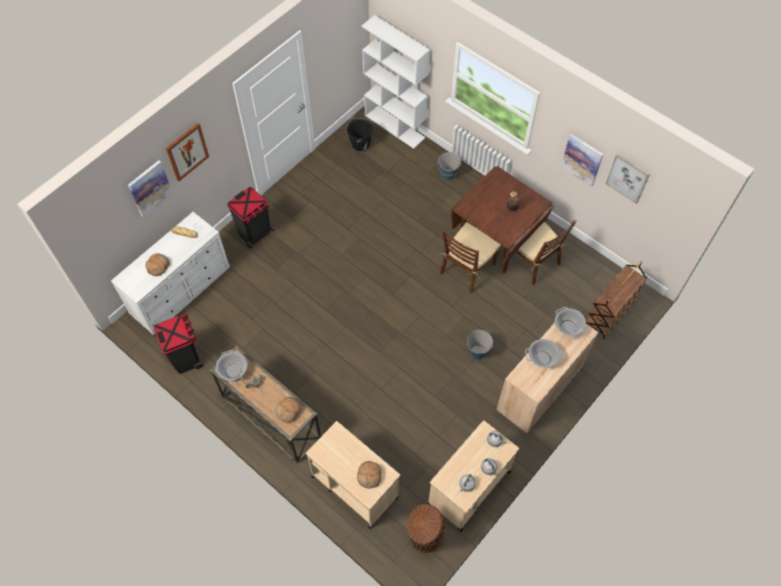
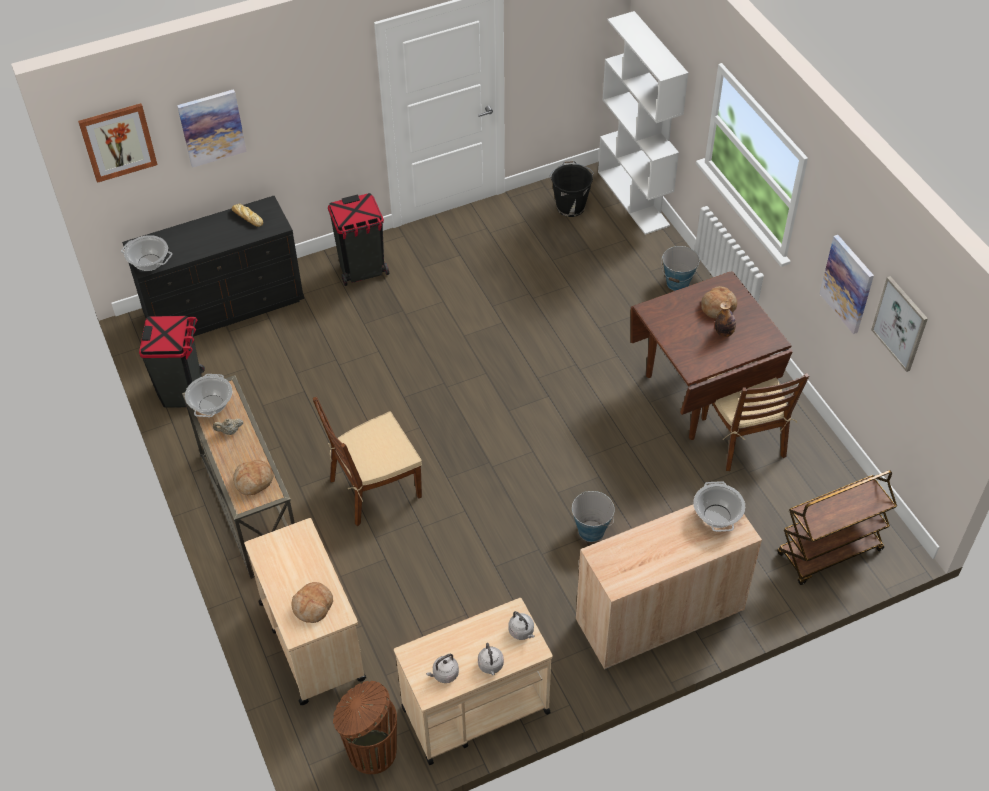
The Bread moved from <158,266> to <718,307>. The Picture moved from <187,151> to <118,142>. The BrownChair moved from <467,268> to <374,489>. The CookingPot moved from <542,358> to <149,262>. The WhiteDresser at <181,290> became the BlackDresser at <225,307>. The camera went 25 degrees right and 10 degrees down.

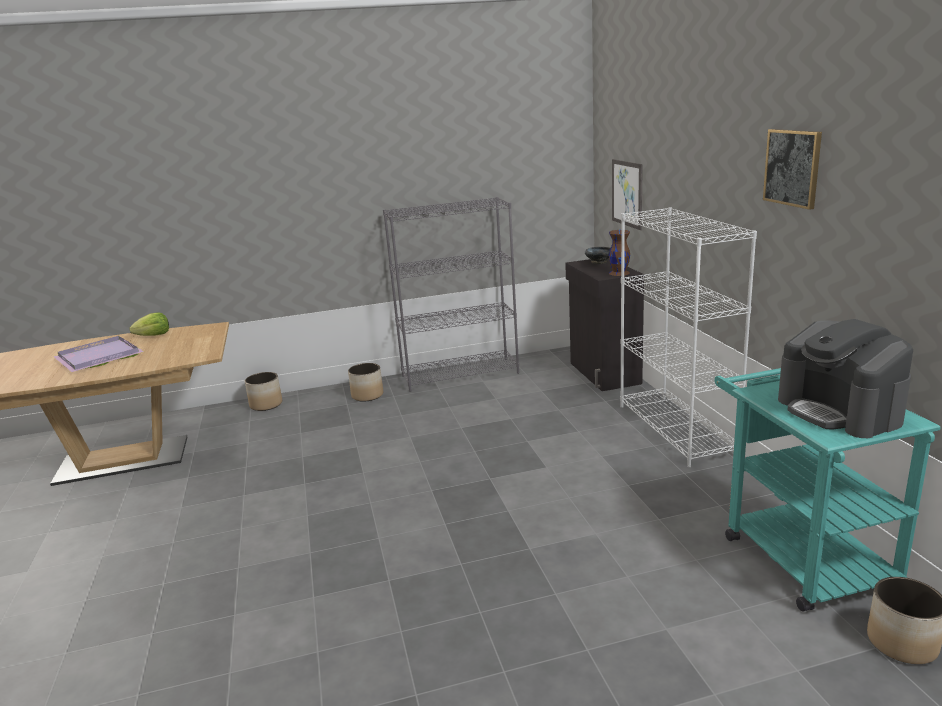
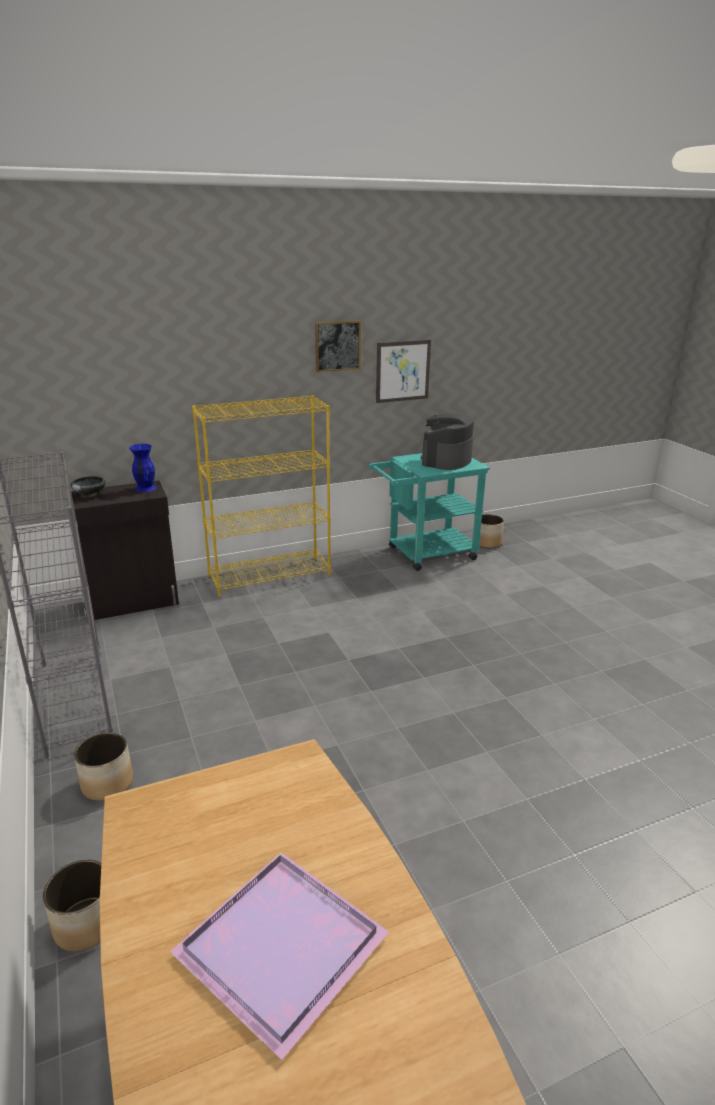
The Lettuce at <154,335> disappeared. The Picture moved from <627,193> to <403,371>. The BrownVase at <619,273> became the BlueVase at <145,488>. The WhiteBookcase at <676,430> became the YellowBookcase at <270,575>. The CoffeeMachine at <839,411> turned 150 degrees clockwise. The camera went 100 degrees left and 5 degrees up.

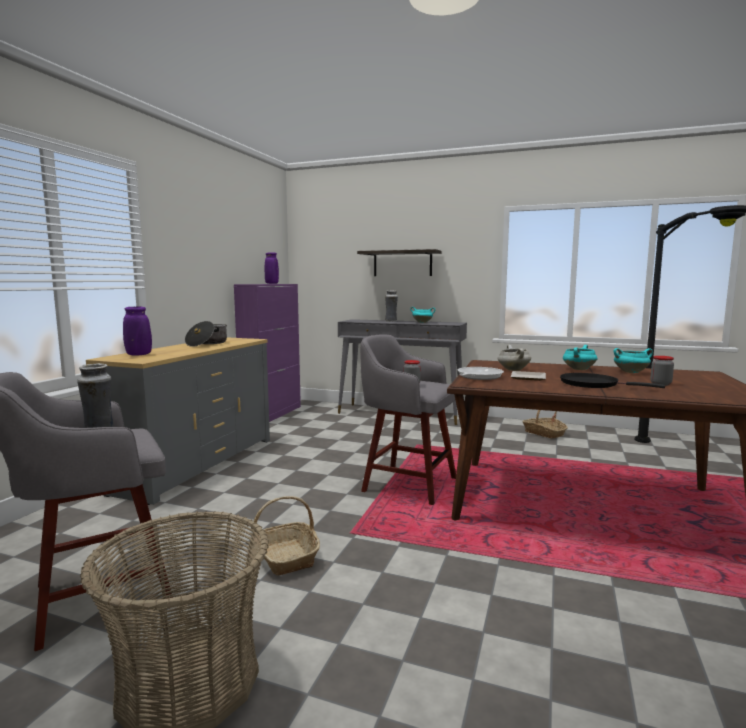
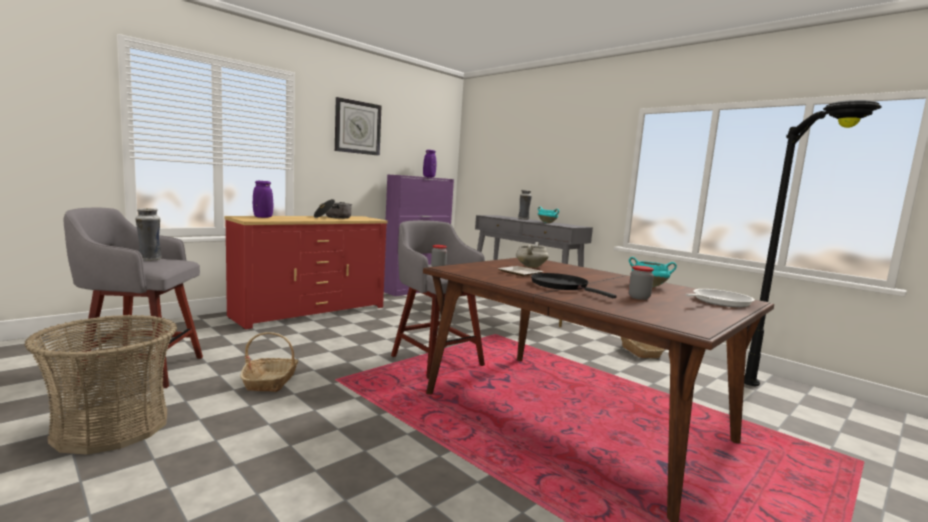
The Shelf at <402,263> disappeared. The TurquoiseCookingPot at <578,369> disappeared. The WallClock at <357,127> appeared. The FryingPan moved from <478,377> to <718,302>. The GreyDresser at <196,464> became the RedDresser at <310,312>. The camera went 25 degrees right and 0 degrees up.

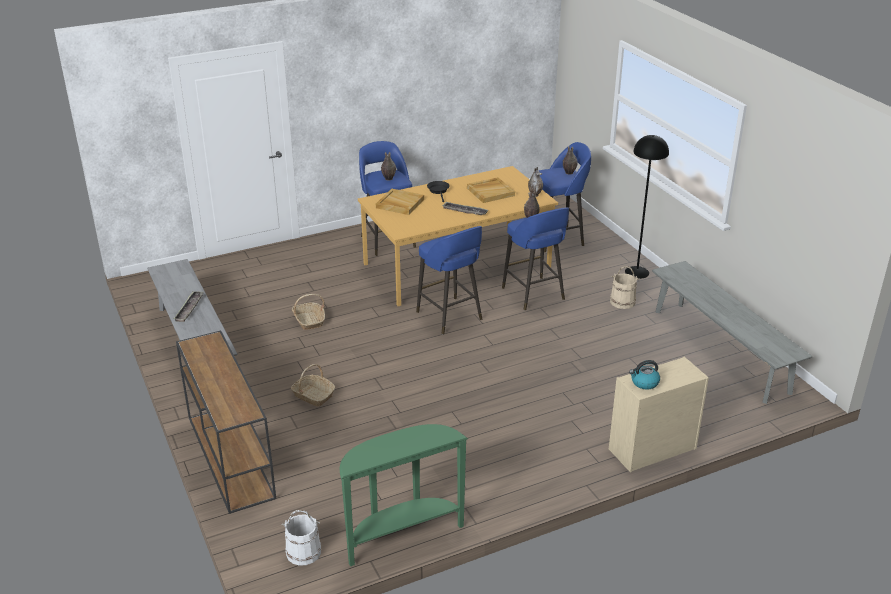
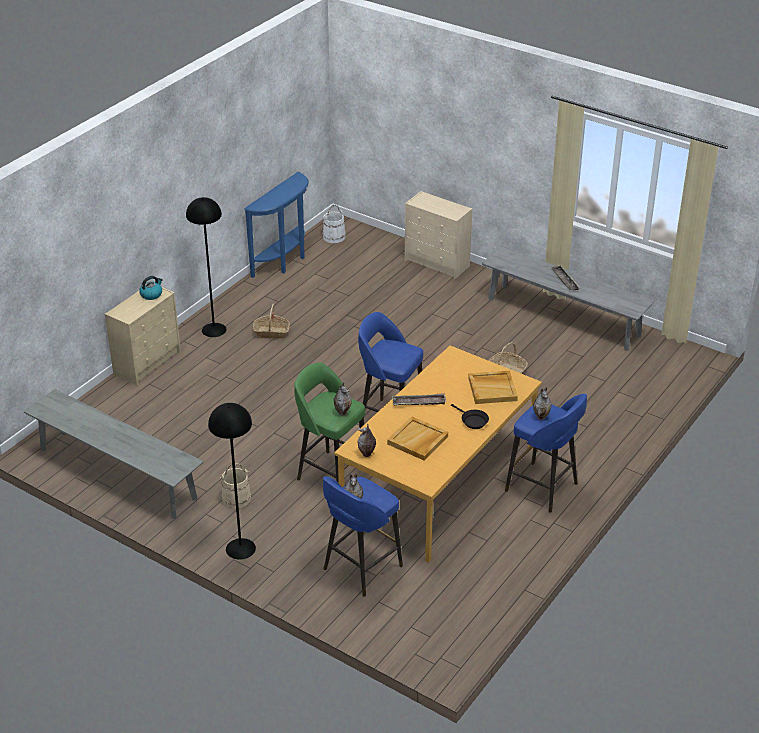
The BlackFloorLamp at <214,329> appeared. The Basket moved from <313,395> to <271,332>. The BrownConsoleTable at <229,456> was replaced by the BeigeDresser at <437,263>. The GreenConsoleTable at <401,535> became the BlueConsoleTable at <285,261>. The BlueStool at <534,294> became the GreenStool at <331,474>. The camera went 150 degrees right and 5 degrees up.

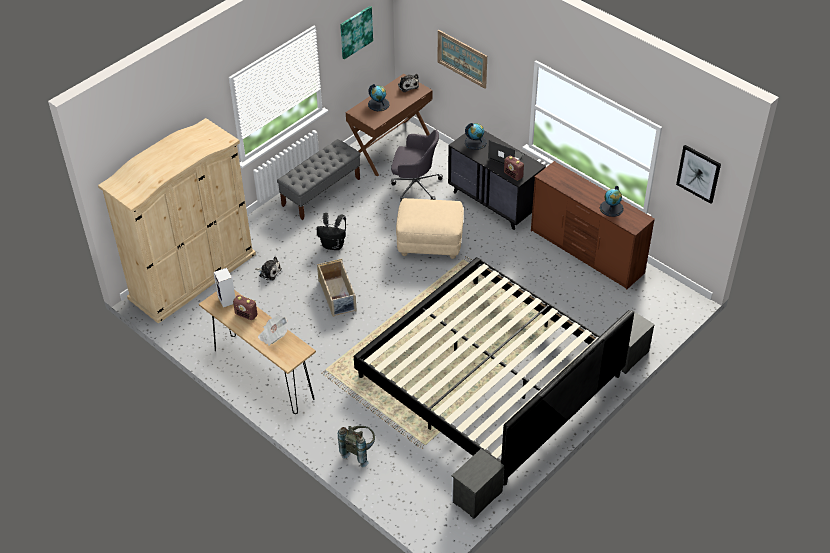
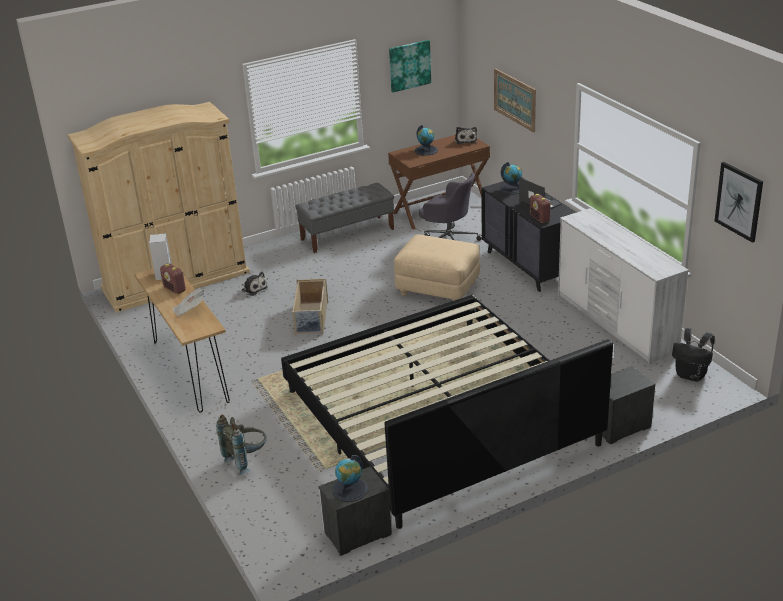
The BlackBackpack moved from <333,245> to <691,375>. The Globe moved from <611,208> to <350,489>. The BrownDresser at <586,252> became the WhiteDresser at <615,323>. The camera went 20 degrees right and 15 degrees down.

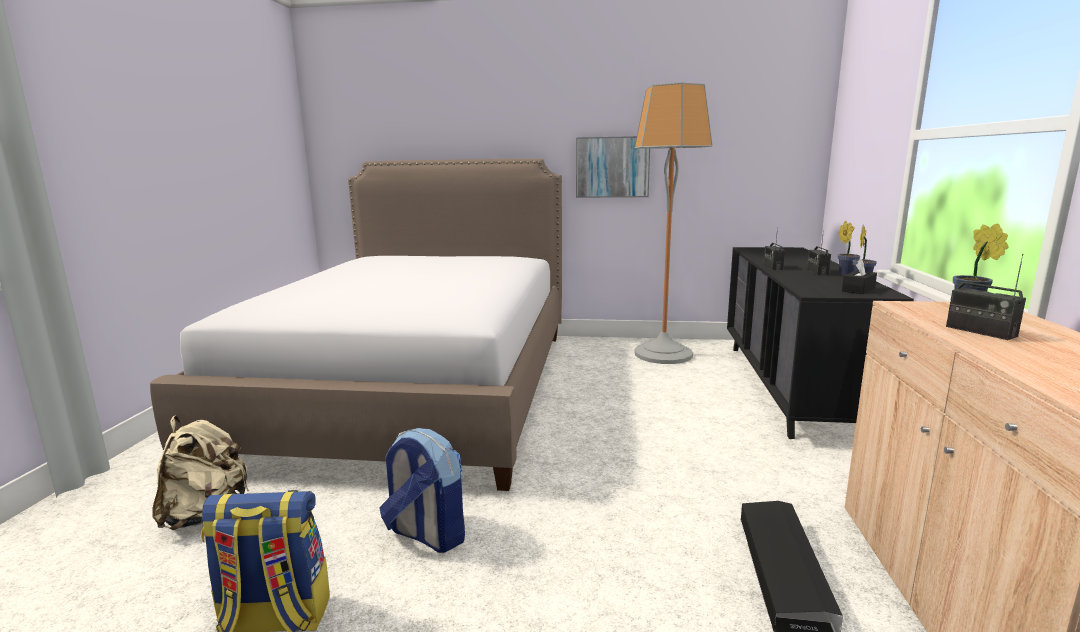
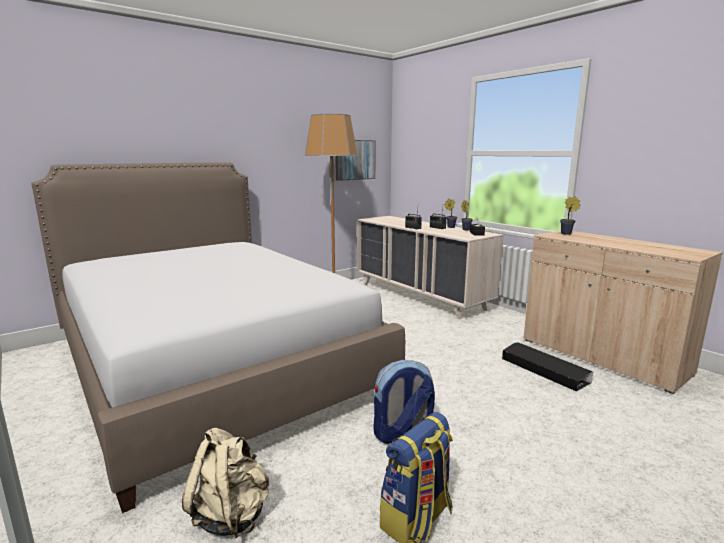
The Radio at <980,331> disappeared. The Picture moved from <612,167> to <355,160>. The BlackDresser at <789,387> became the BeigeDresser at <420,296>. The camera went 45 degrees left and 0 degrees up.

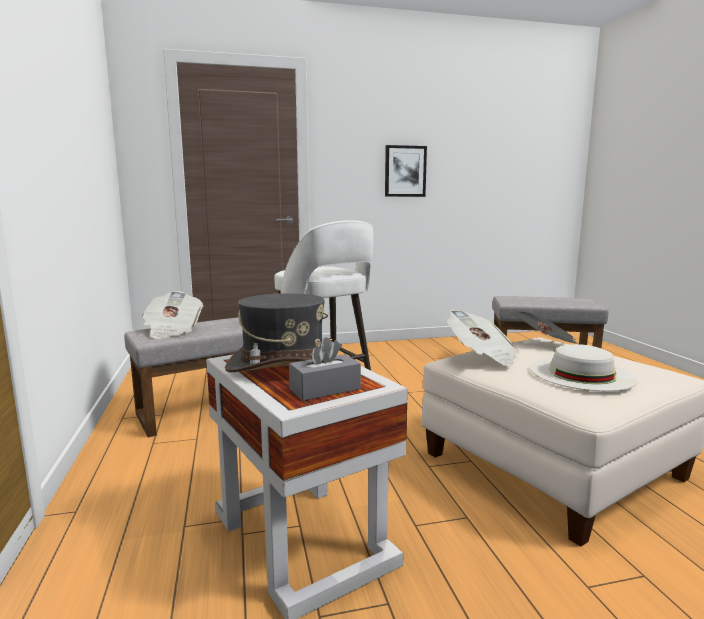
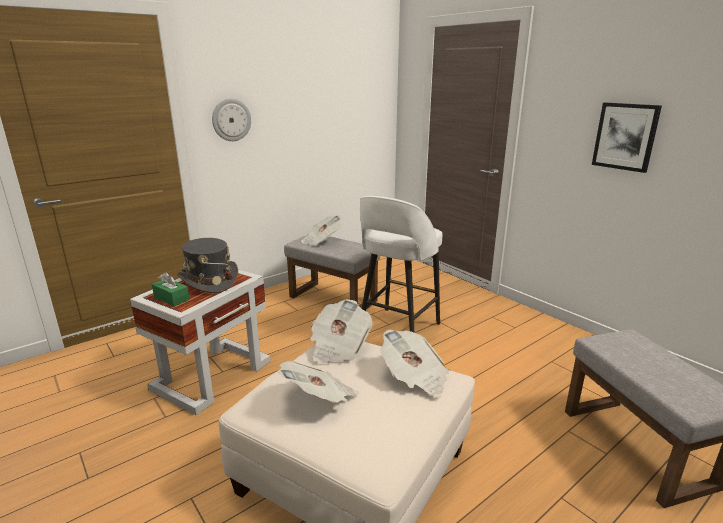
The WallClock at <231,120> appeared. The WhiteHat at <581,373> was replaced by the Newspaper at <320,398>. The GreyTissueBox at <325,389> became the GreenTissueBox at <171,298>. The camera went 65 degrees right and 10 degrees up.

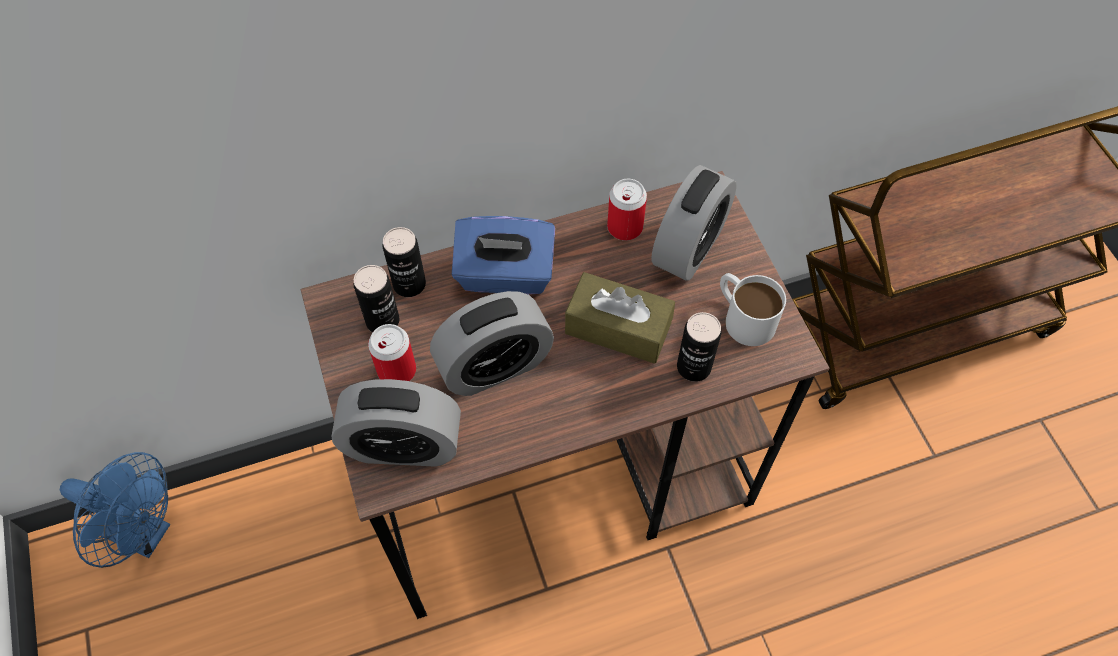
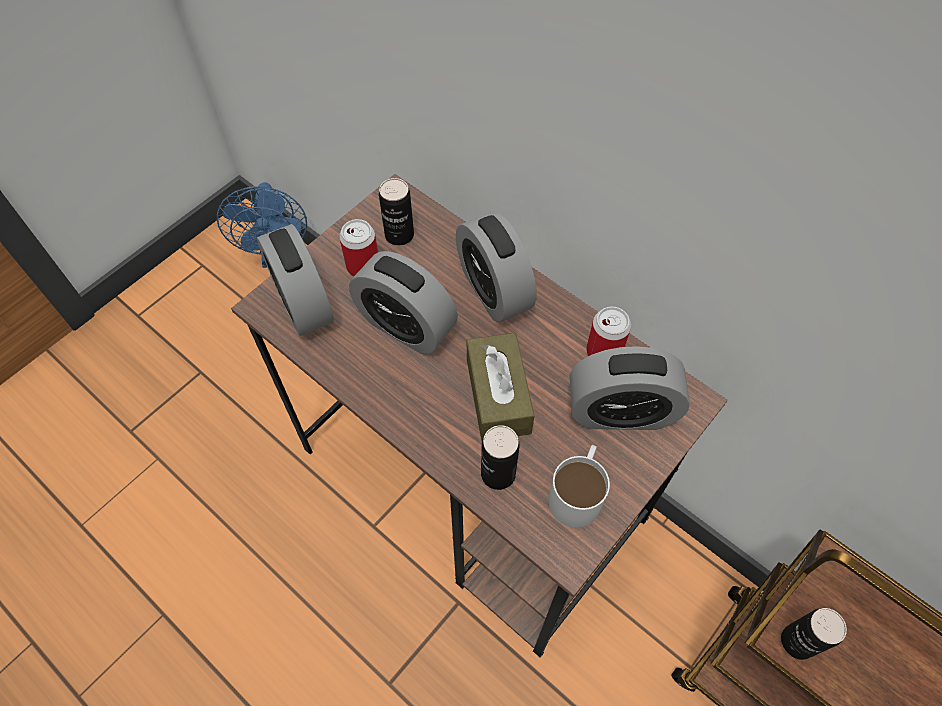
The Can moved from <409,284> to <797,641>. The BlueTissueBox at <505,275> was replaced by the AlarmClock at <494,290>. The camera went 60 degrees right and 0 degrees up.

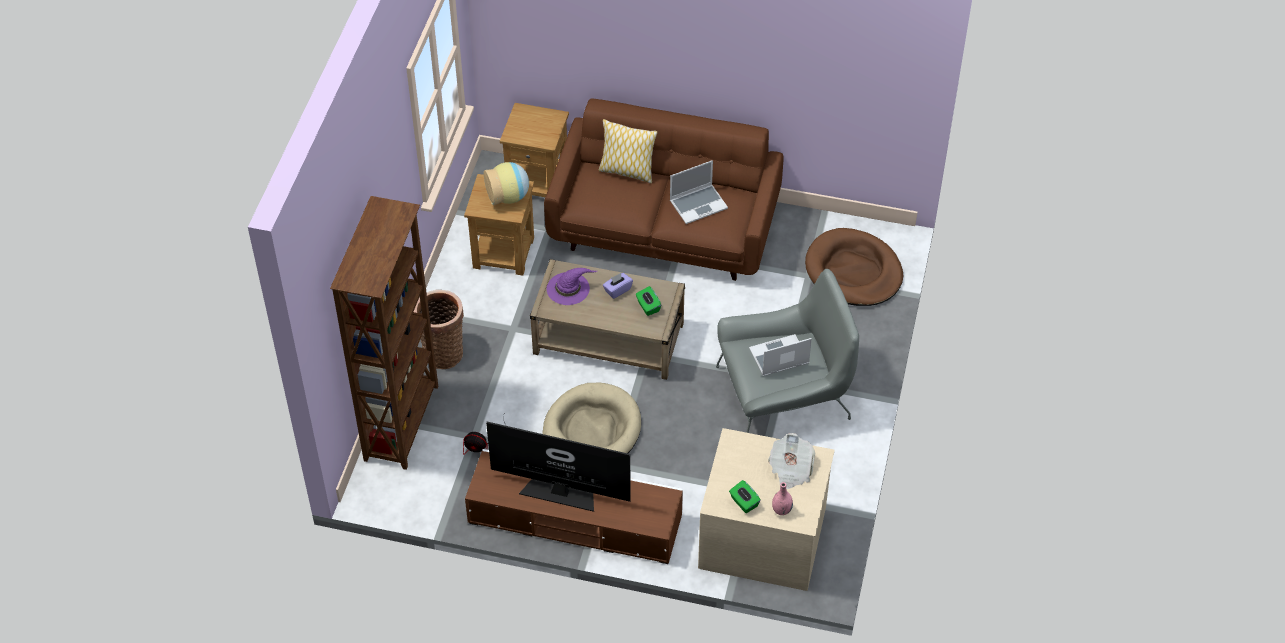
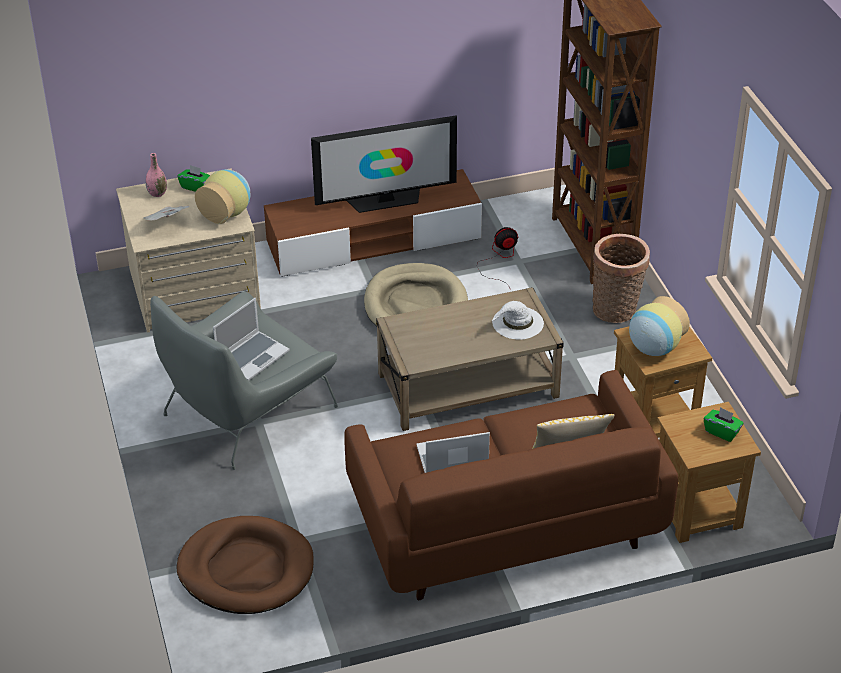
The PurpleTissueBox at <617,290> disappeared. The Vase at <227,213> appeared. The GreenTissueBox moved from <648,307> to <722,432>. The PurpleHat at <568,288> became the WhiteHat at <517,323>. The Laptop at <698,204> turned 45 degrees clockwise. The camera went 150 degrees right and 10 degrees down.

